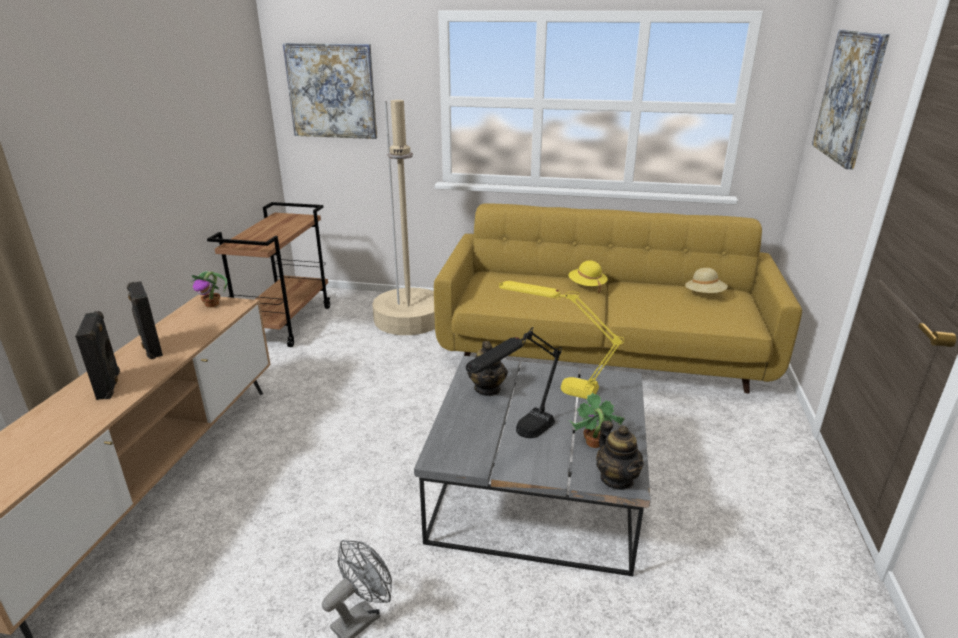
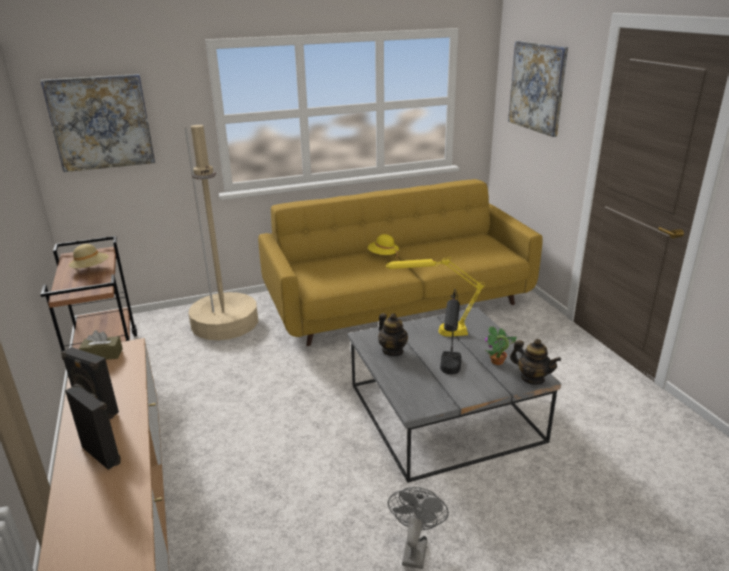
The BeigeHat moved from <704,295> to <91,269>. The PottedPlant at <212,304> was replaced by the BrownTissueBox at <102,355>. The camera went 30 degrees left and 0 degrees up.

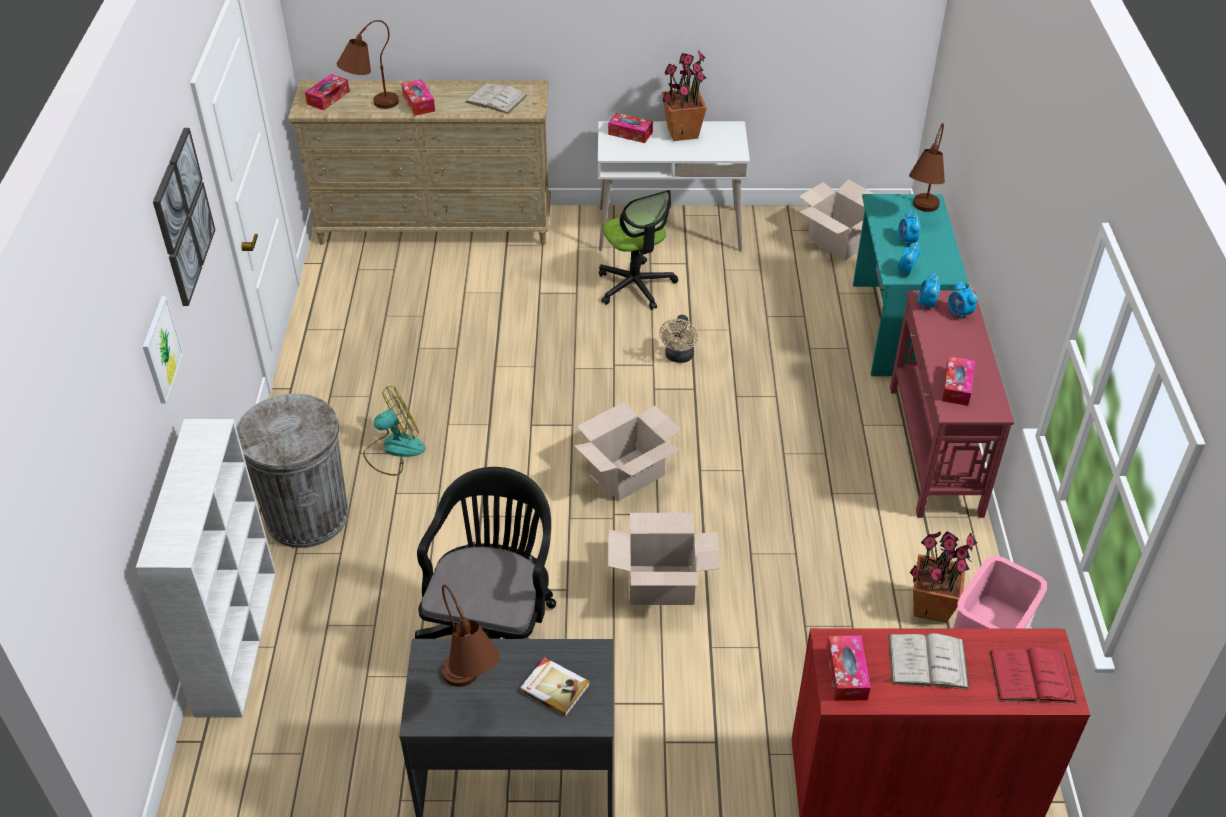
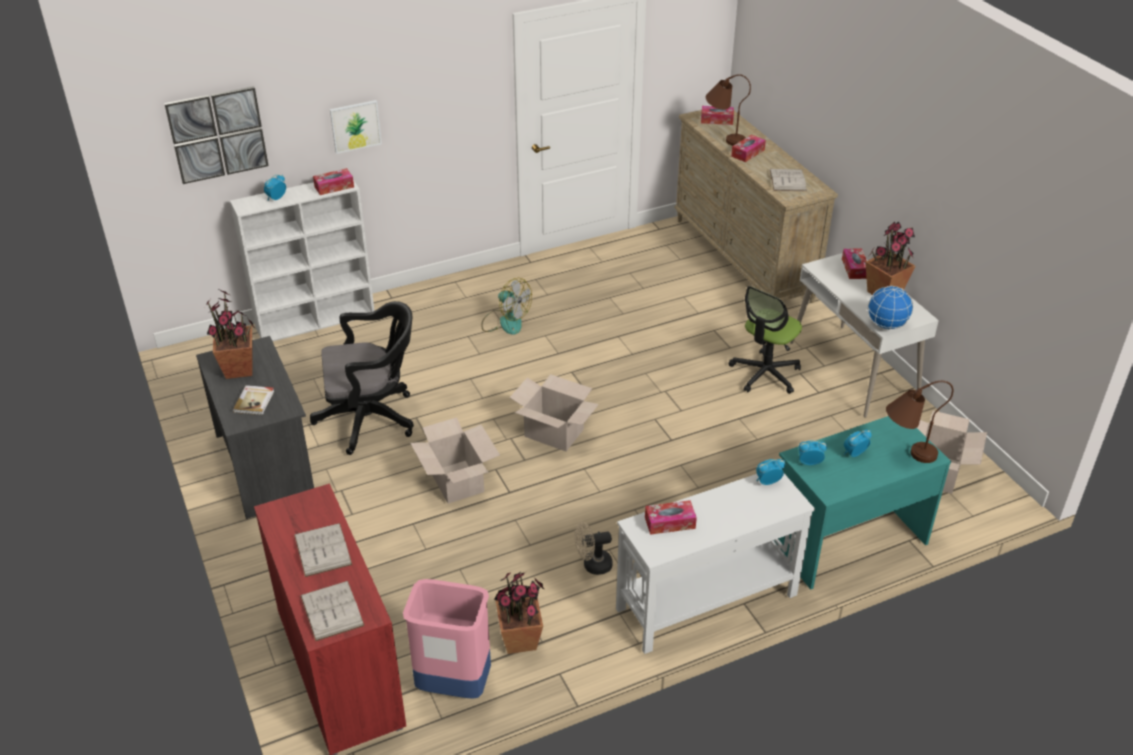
The GreyTrashCan at <307,516> disappeared. The Globe at <886,325> appeared. The Picture moved from <183,216> to <217,134>. The BeigeFan moved from <678,357> to <592,565>. The TissueBox moved from <846,673> to <334,187>. The AlarmClock moved from <959,313> to <276,198>. The BrownTableLamp at <471,690> was replaced by the PottedPlant at <239,369>. The RedConsoleTable at <934,450> became the WhiteConsoleTable at <705,602>. The RedBook at <1032,677> became the WhiteBook at <332,610>. The camera went 65 degrees right and 5 degrees down.

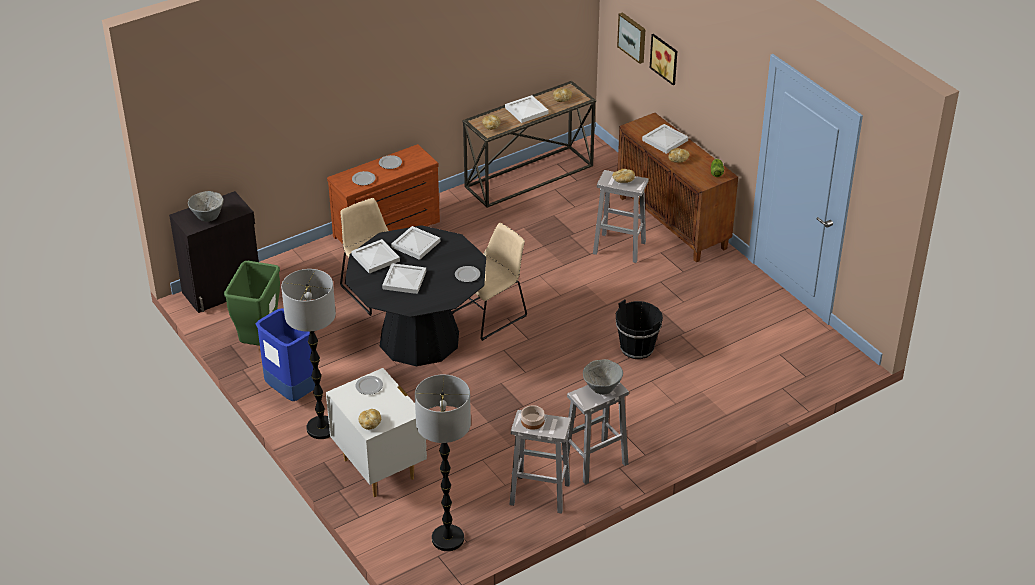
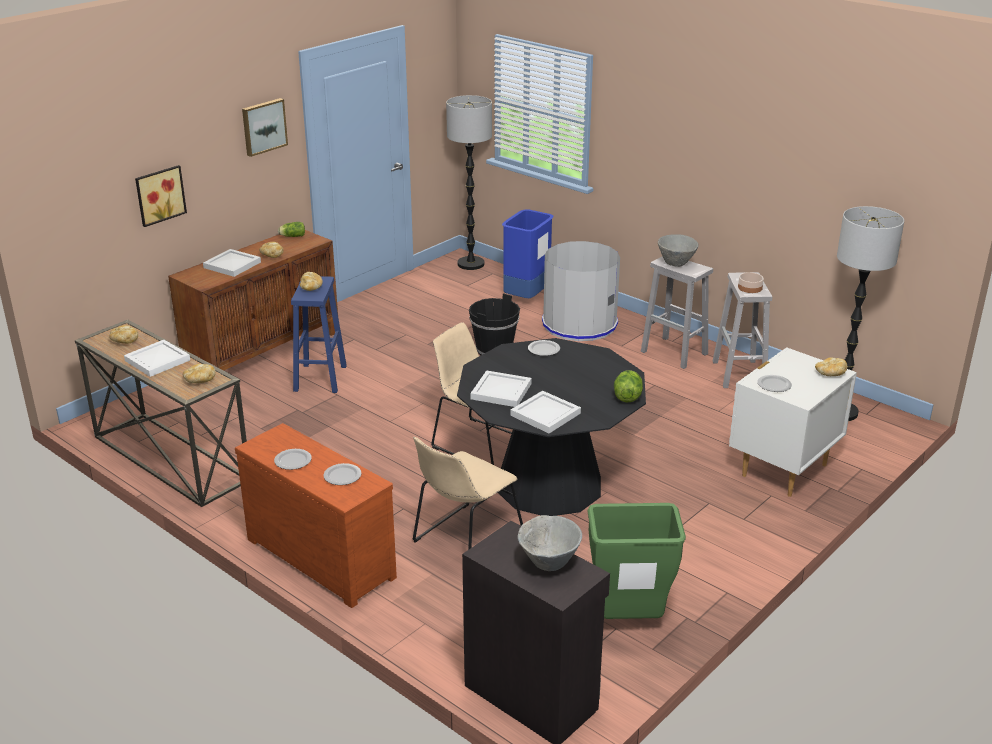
The WhiteTray at <404,280> disappeared. The GreyTrashCan at <579,324> appeared. The Lettuce at <627,397> appeared. The BlueTrashCan moved from <291,392> to <527,297>. The FloorLamp moved from <322,428> to <470,264>. The Picture moved from <633,37> to <263,126>. The WhiteStool at <620,248> became the BlueStool at <320,377>. The camera went 105 degrees left and 10 degrees down.

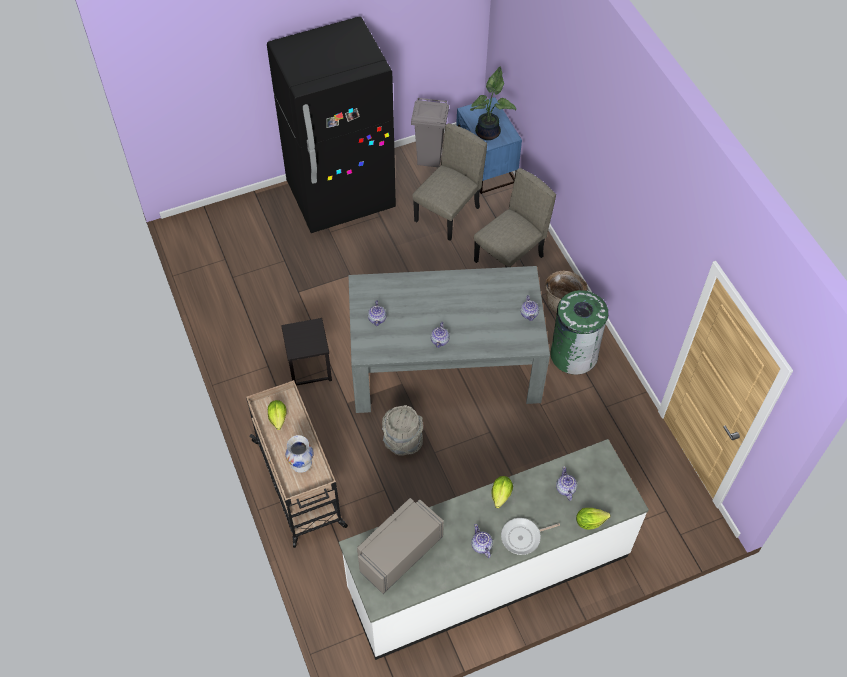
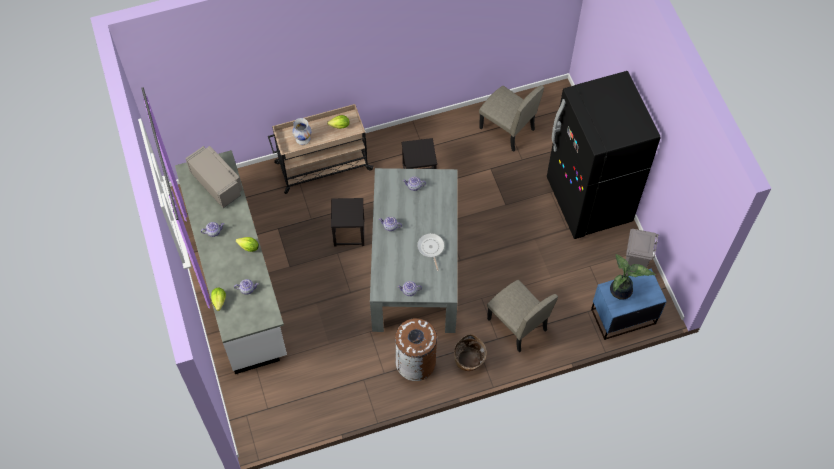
The BeigeChair moved from <447,214> to <506,129>. The FryingPan moved from <523,537> to <431,248>. The GreyBucket at <402,442> was replaced by the BlackStool at <348,232>. The GreenTrashCan at <573,354> became the BrownTrashCan at <415,362>. The camera went 95 degrees right and 5 degrees up.

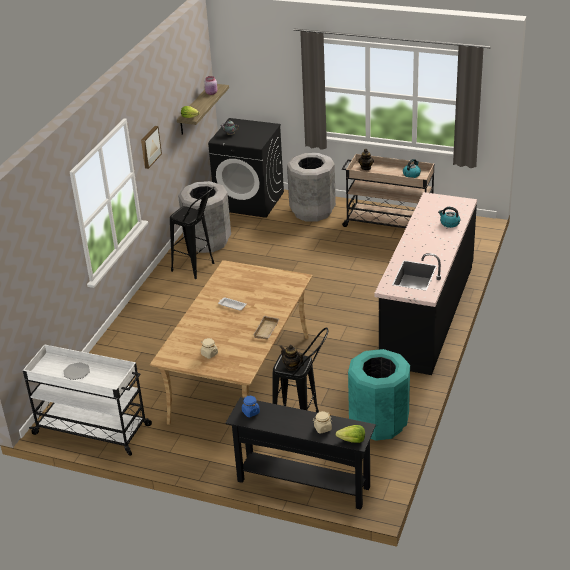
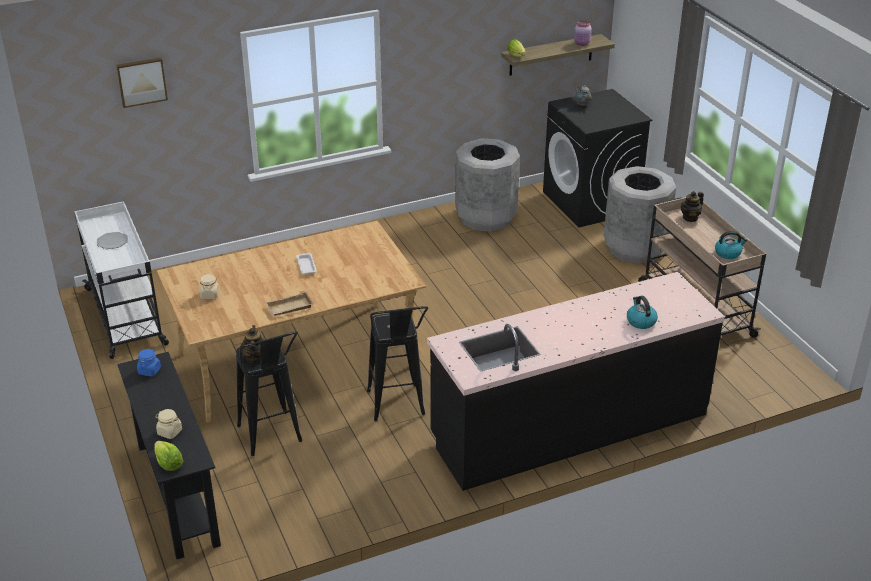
The TurquoiseTrashCan at <379,423> disappeared. The Picture moved from <149,147> to <141,81>. The BlackStool moved from <198,269> to <397,409>. The camera went 45 degrees right and 0 degrees up.

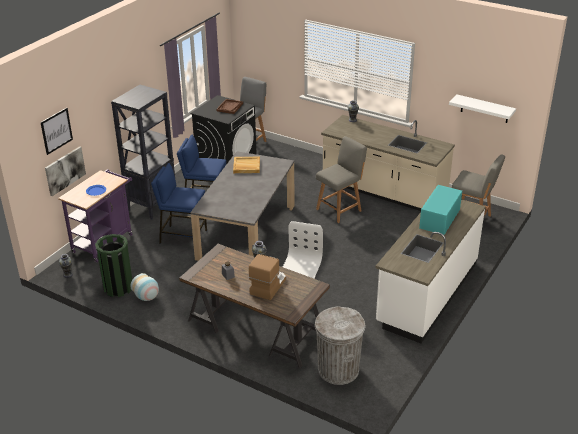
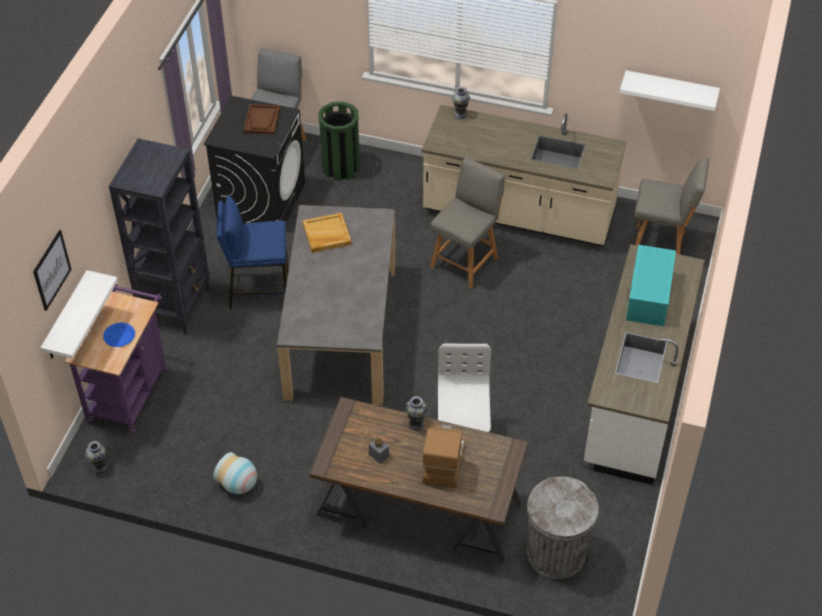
The BlueStool at <183,237> disappeared. The GreenTrashCan moved from <118,287> to <341,167>. The Picture at <65,170> was replaced by the WhiteShelf at <66,317>. The camera went 15 degrees left and 15 degrees up.

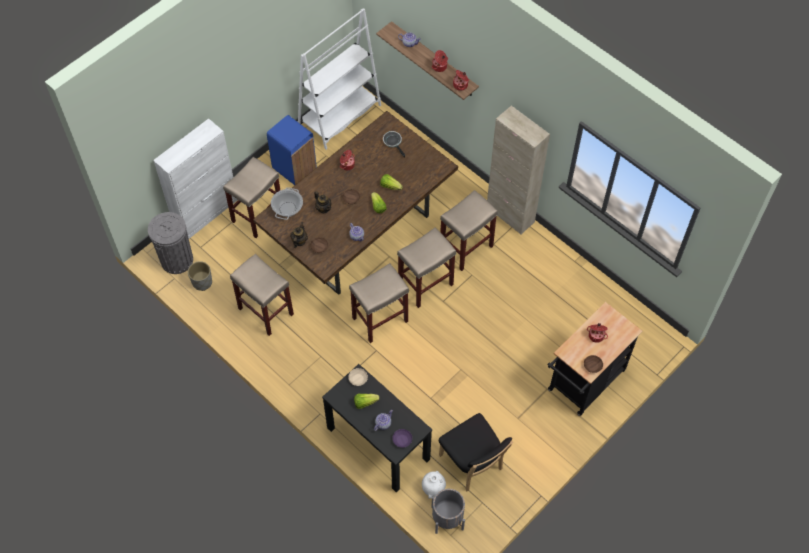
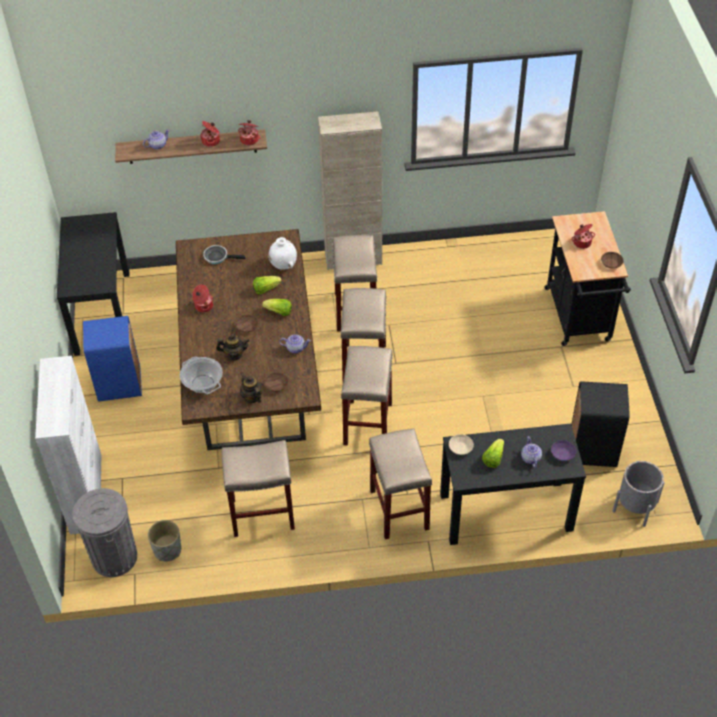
The BeigeStool moved from <258,215> to <398,509>. The WhiteVase moved from <433,488> to <283,265>. The WhiteBookcase at <339,117> was replaced by the BlackConsoleTable at <102,312>. The BlackChair at <472,464> was replaced by the BlackTrashCan at <593,450>. The camera went 50 degrees left and 10 degrees down.

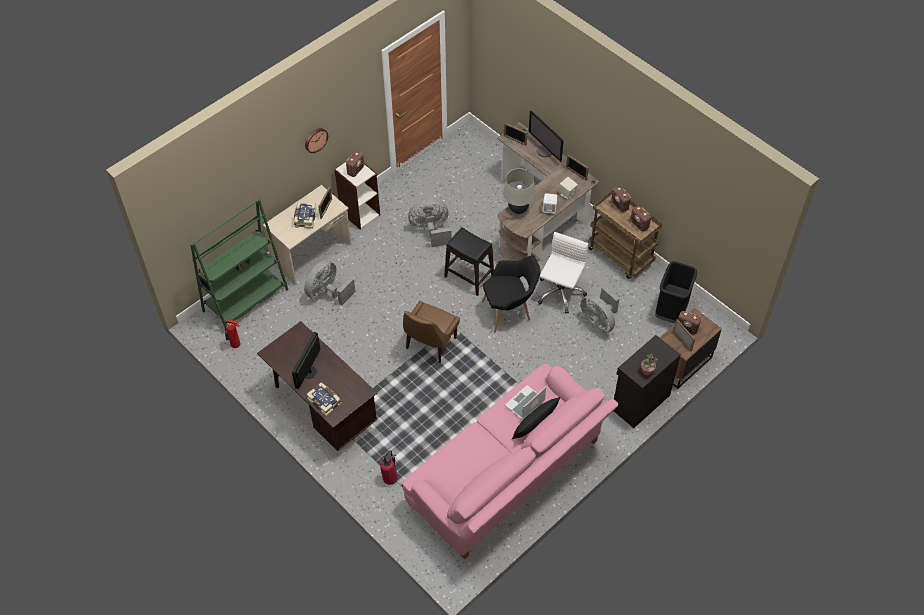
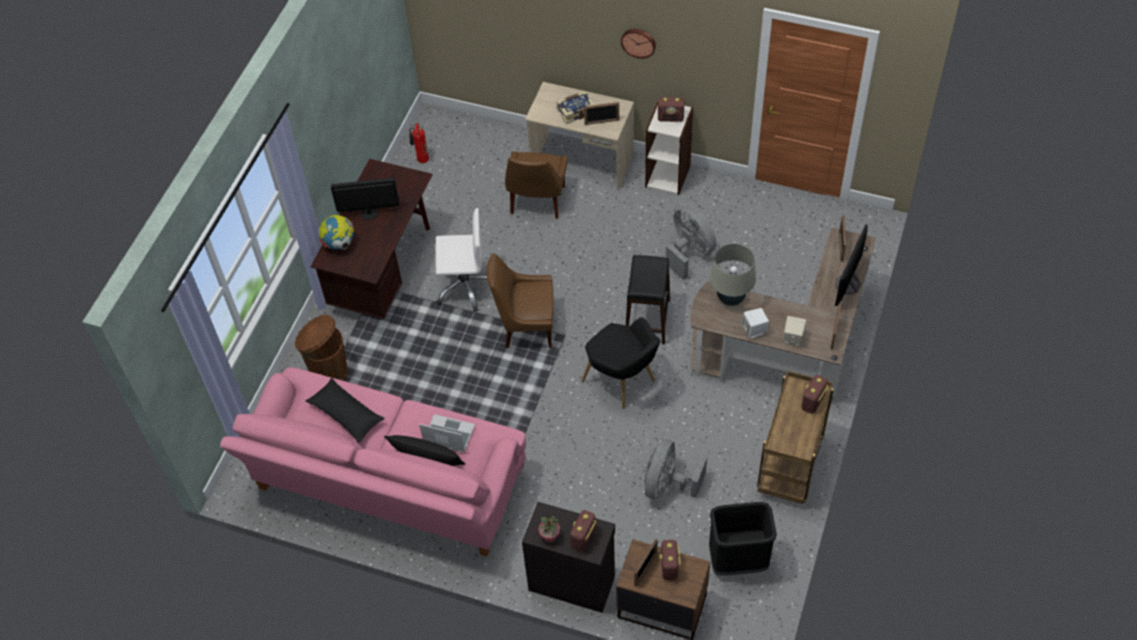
The GreenBookcase at <246,300> disappeared. The BlackPillow at <346,414> appeared. The WhiteOfficeChair moved from <560,292> to <465,286>. The Radio moved from <639,225> to <583,538>. The GreyFan at <327,293> was replaced by the BrownChair at <537,202>. The Book at <325,401> was replaced by the Globe at <339,243>. The FireExtinguisher at <390,478> was replaced by the BrownTrashCan at <328,372>. The camera went 65 degrees right and 0 degrees up.

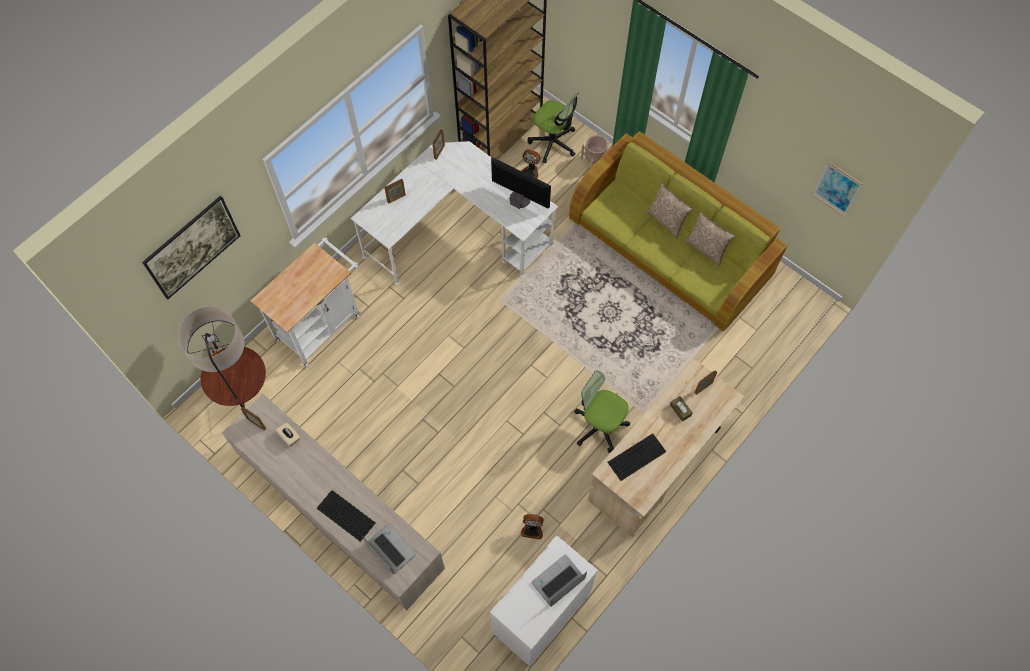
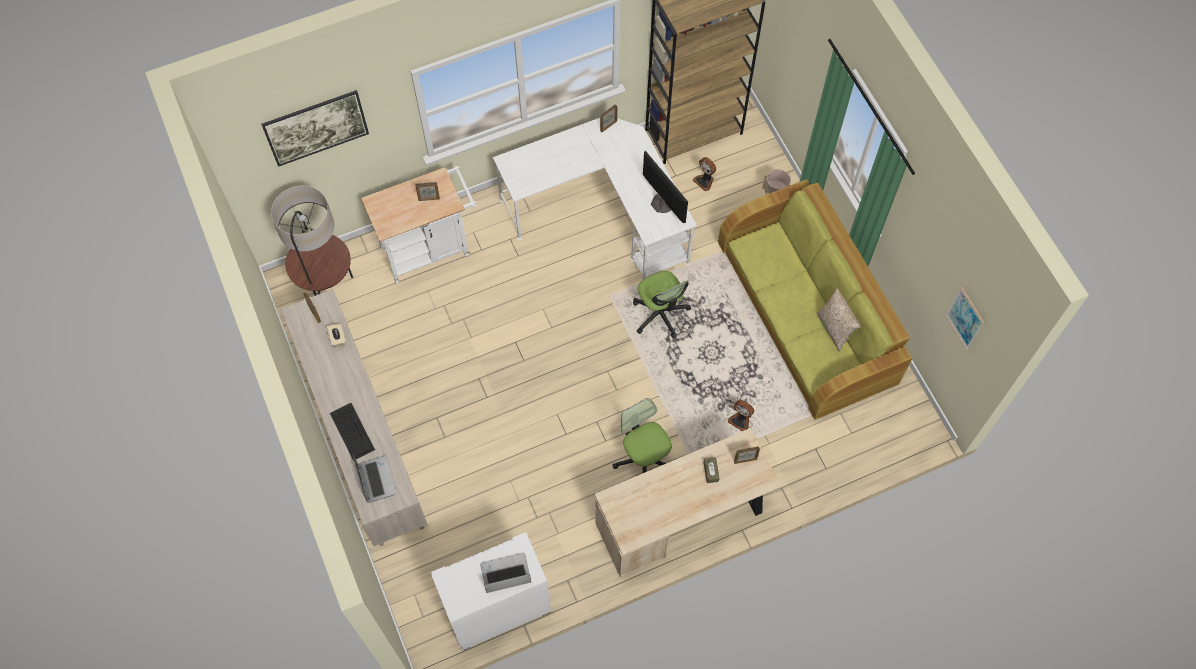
The Keyboard at <636,457> disappeared. The Pillow at <666,220> disappeared. The PictureFrame moved from <396,198> to <429,199>. The Fan moved from <532,529> to <740,420>. The OfficeChair moved from <553,143> to <660,314>. The camera went 25 degrees right and 0 degrees up.

